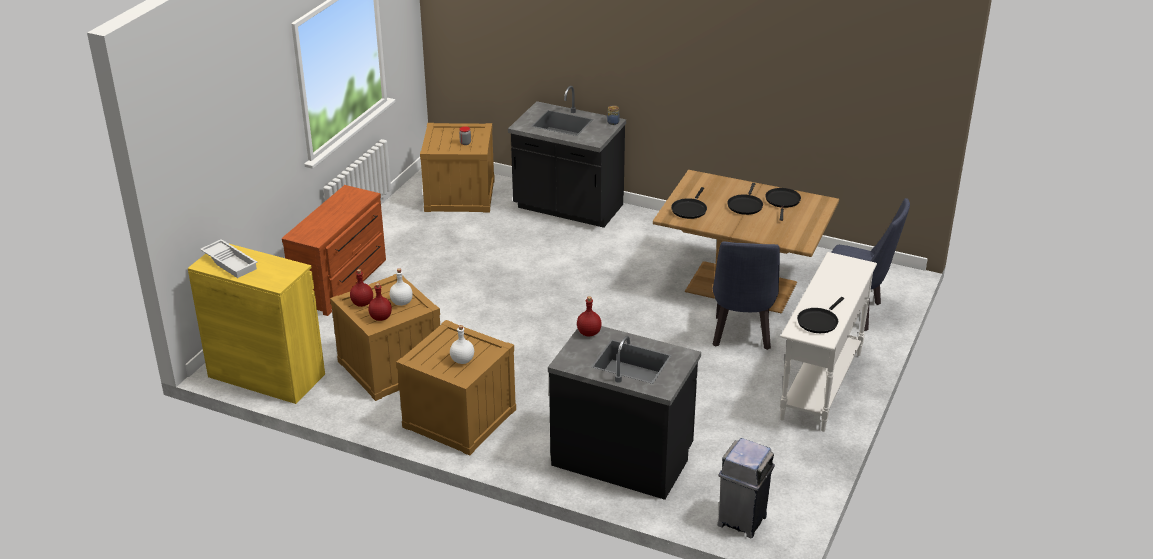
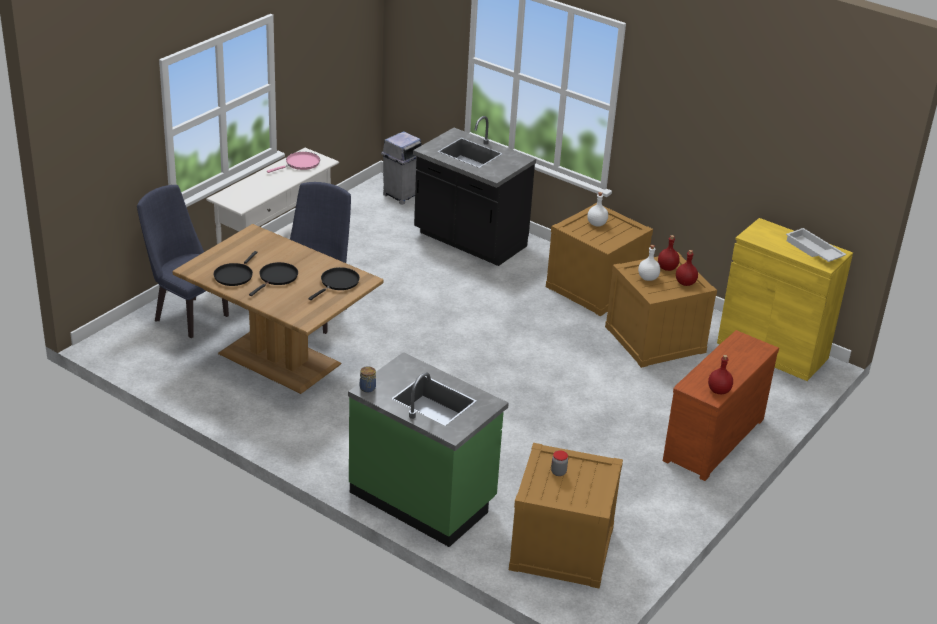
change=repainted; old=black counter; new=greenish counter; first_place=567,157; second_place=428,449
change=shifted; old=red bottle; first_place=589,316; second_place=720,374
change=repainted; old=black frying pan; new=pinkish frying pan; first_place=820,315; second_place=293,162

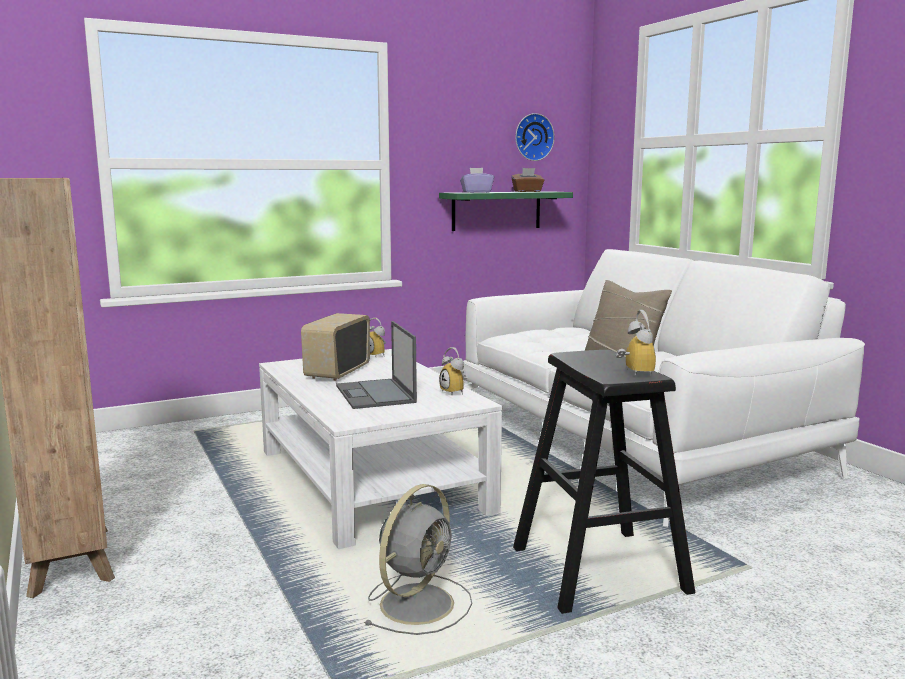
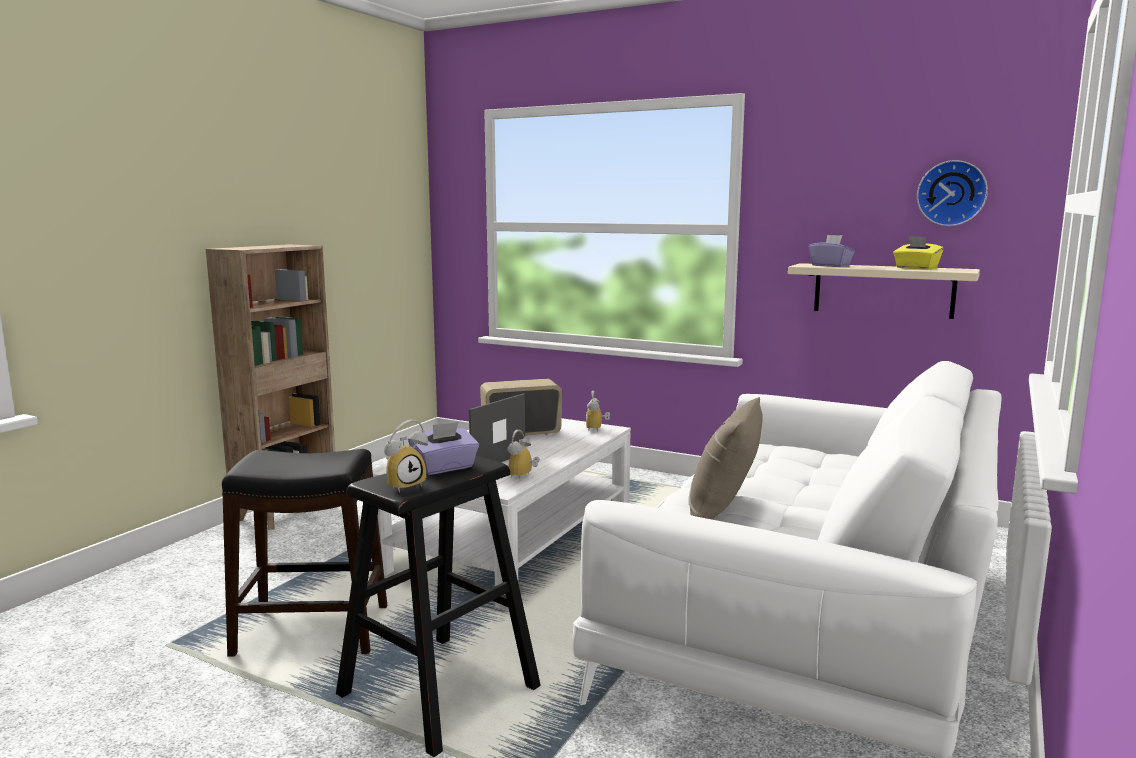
change=swapped; old=greyish fan; new=black stool seat; first_place=418,559; second_place=304,553
change=repainted; old=greenish shelf; new=sand-coloured shelf; first_place=506,211; second_place=884,291
change=repainted; old=brown-coloured tissue holder; new=yellow-coloured tissue holder; first_place=527,180; second_place=918,253
change=new; new=purple tissue holder; second_place=443,448

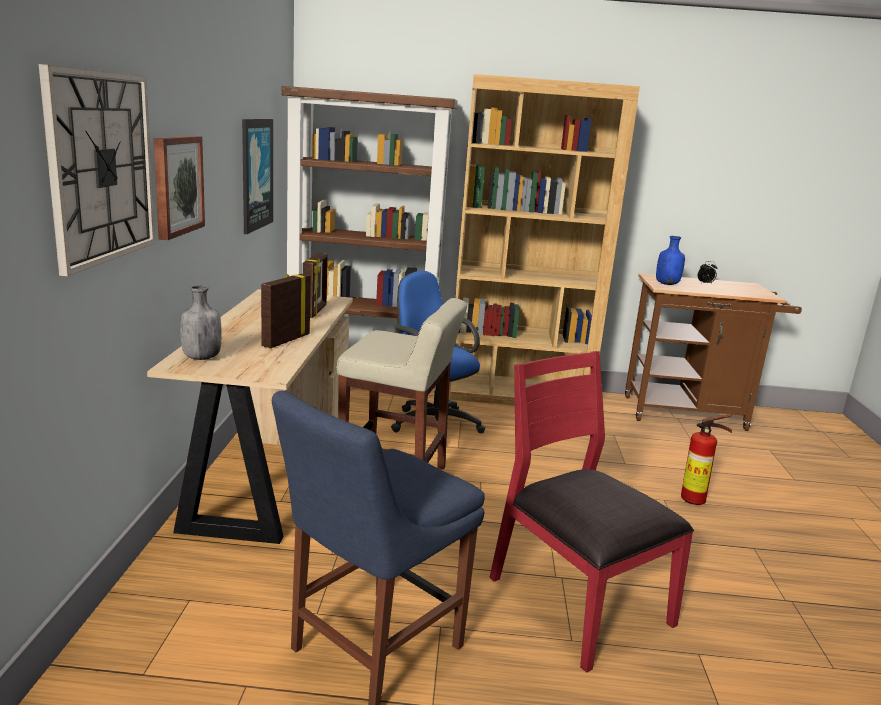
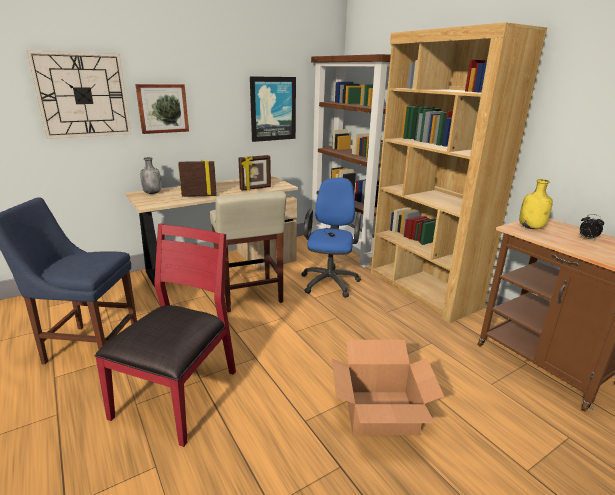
change=repainted; old=bluish bottle; new=yellow-coloured bottle; first_place=670,260; second_place=536,204
change=swapped; old=fire-fighting cylinder; new=carton; first_place=706,459; second_place=388,387

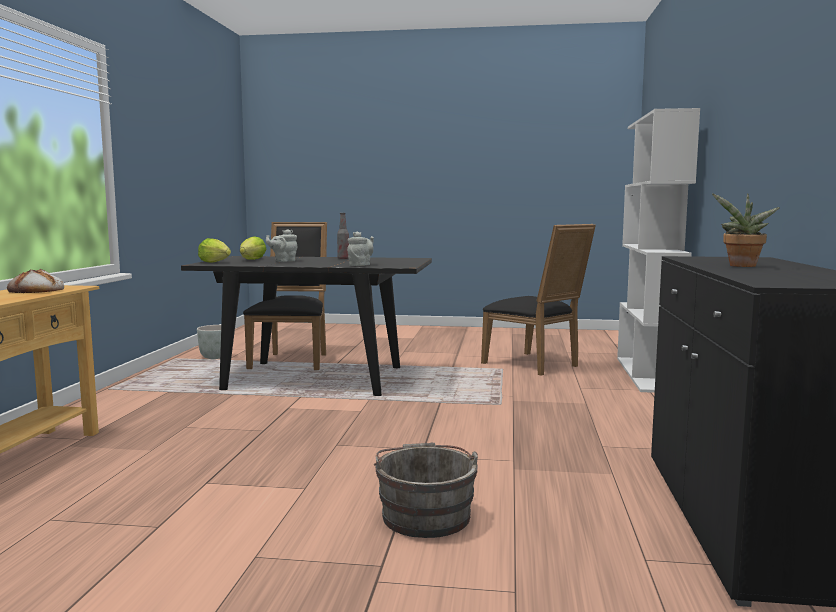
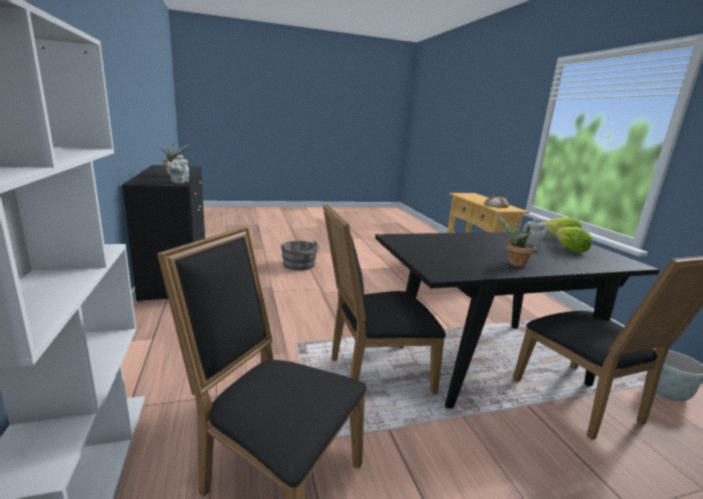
change=swapped; old=bottle; new=houseplant; first_place=343,236; second_place=515,240
change=shifted; old=greyish pot for tea; first_place=360,248; second_place=178,169
change=new; new=black plain chair; second_place=384,299

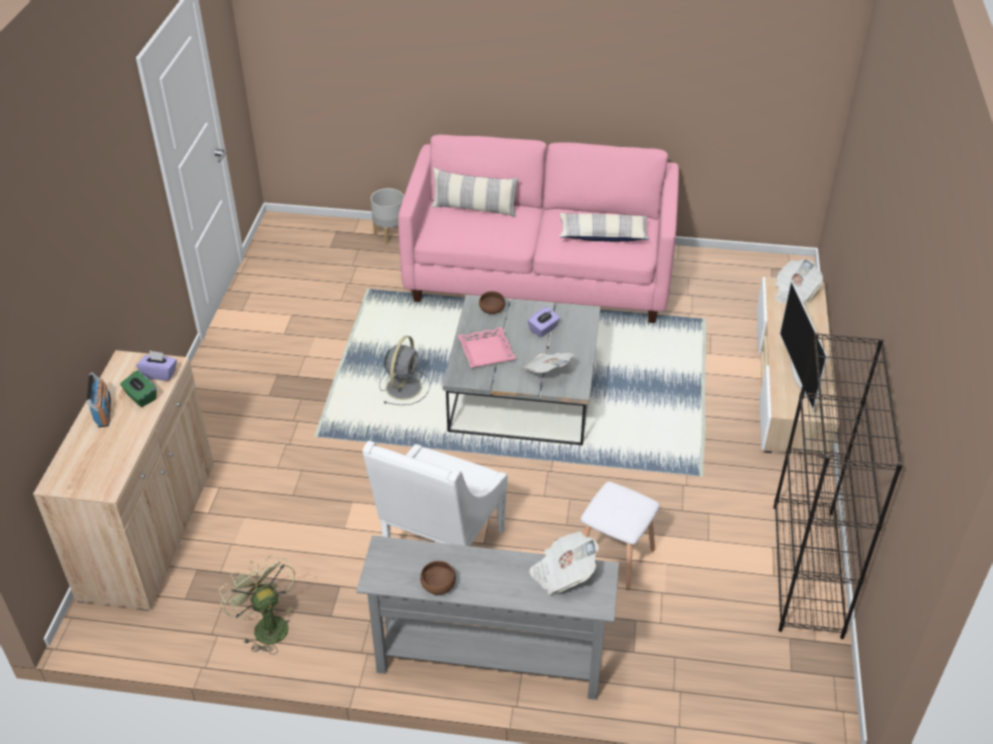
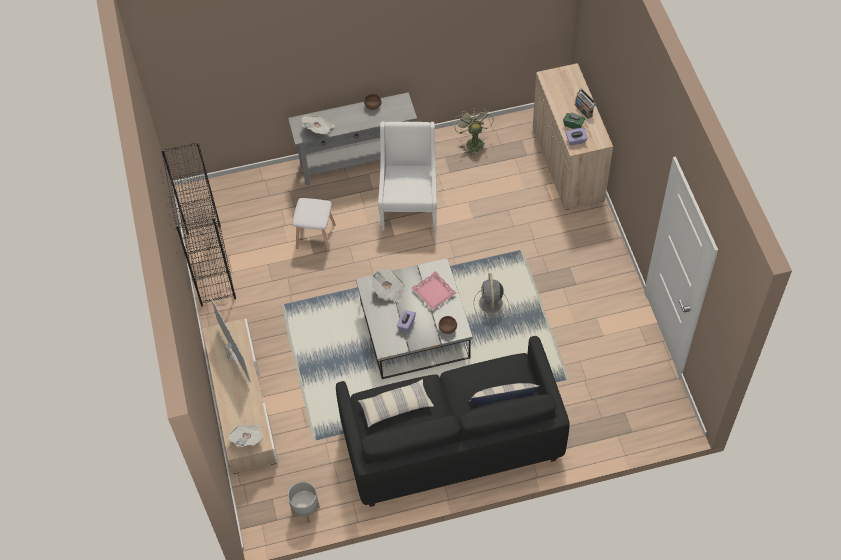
change=rotated; old=greenish fan; first_place=257,605; second_place=474,132; degrees=-135
change=shifted; old=greyish plant pot; first_place=387,216; second_place=304,502
change=repainted; old=pinkish sofa; new=black sofa; first_place=538,229; second_place=453,421

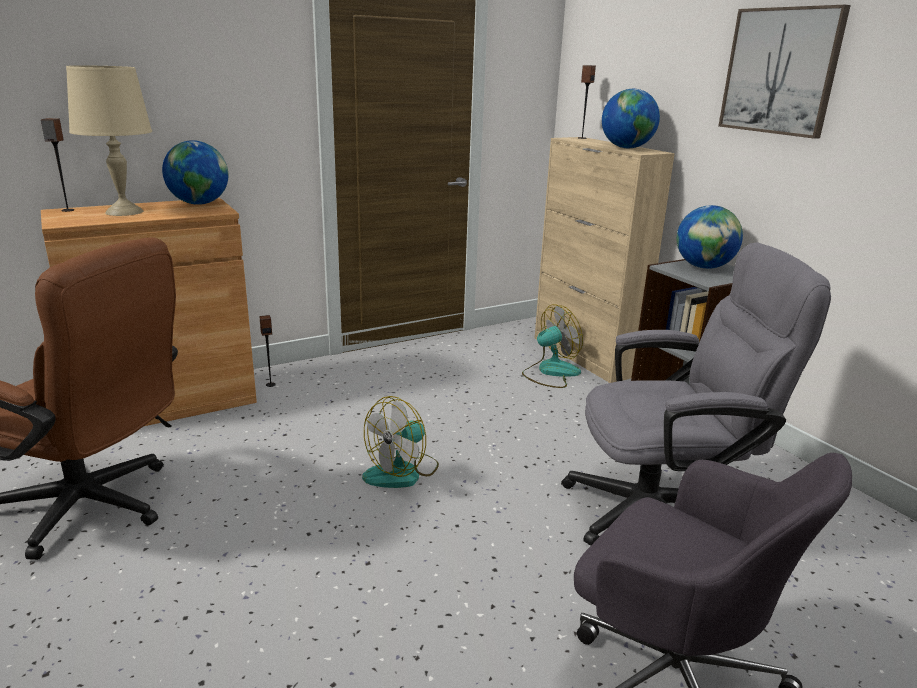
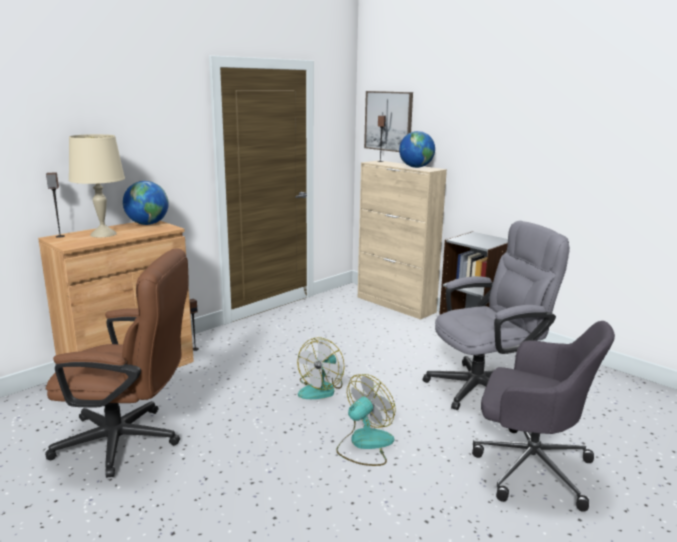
change=shifted; old=fan; first_place=552,346; second_place=366,420
change=gone; old=world globe; first_place=710,237
change=shifted; old=wall picture; first_place=784,72; second_place=388,121

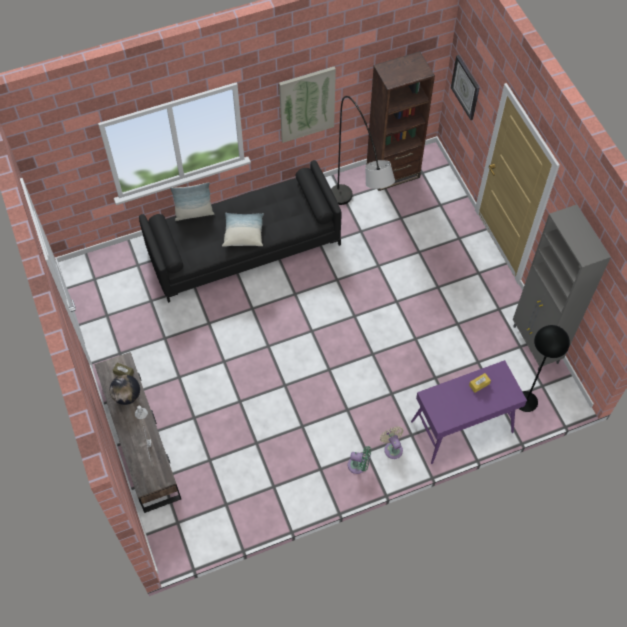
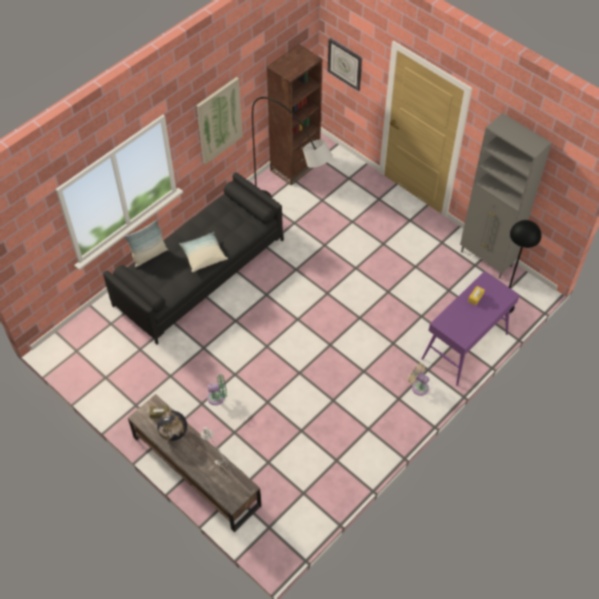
change=shifted; old=greenish fan; first_place=359,460; second_place=217,390

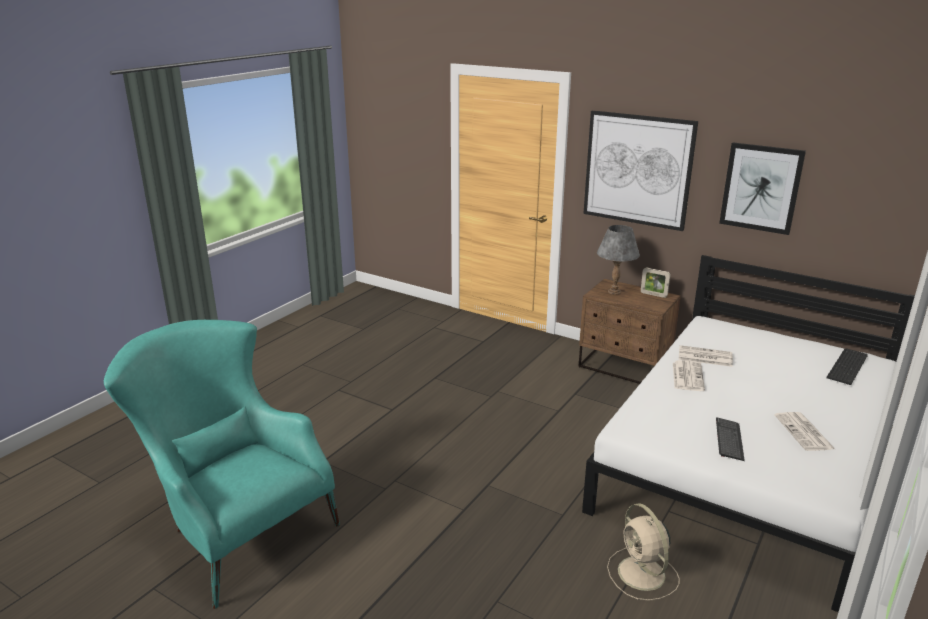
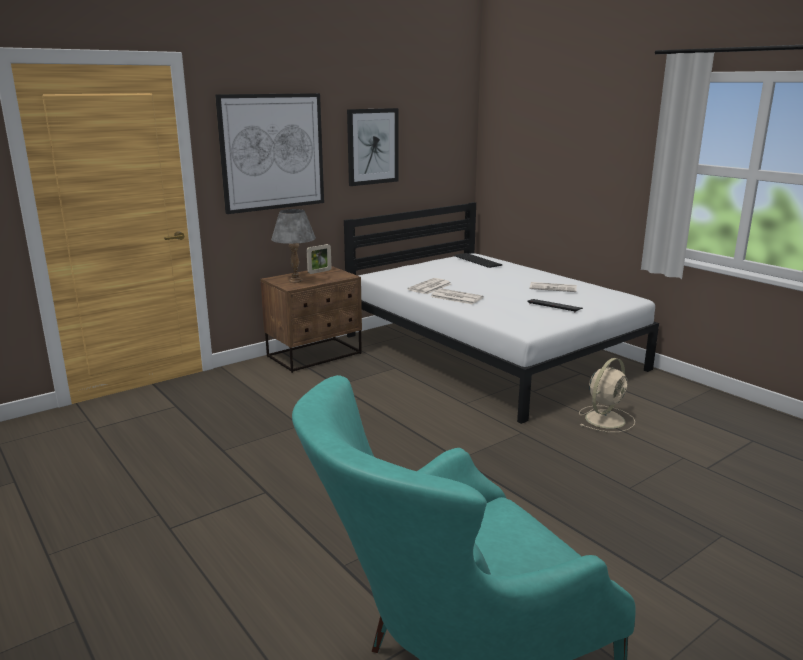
change=rotated; old=sand-coloured fan; first_place=643,552; second_place=607,395; degrees=-45

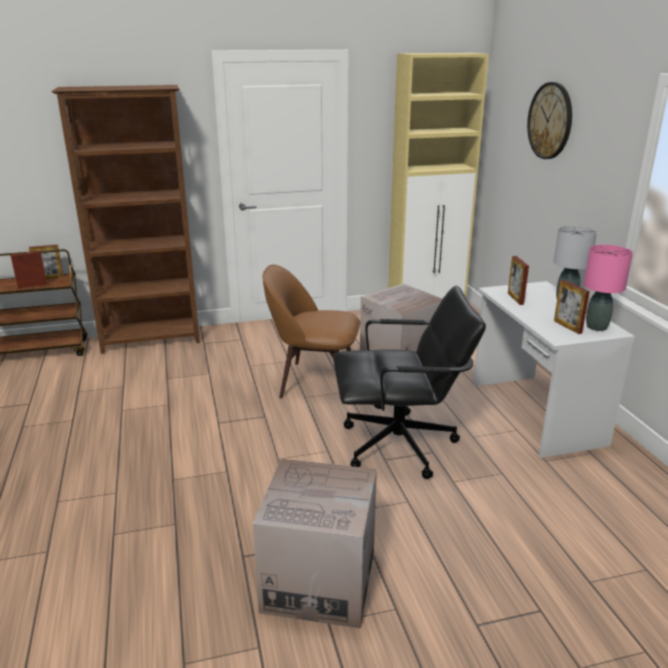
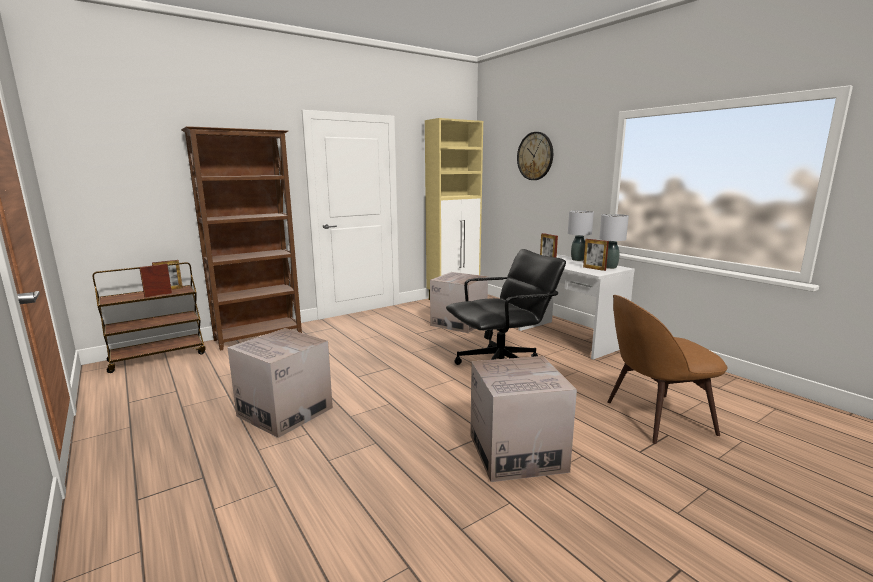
change=shifted; old=brown-coloured plain chair; first_place=311,334; second_place=667,369
change=repainted; old=pinkish lamp for a table; new=greyish lamp for a table; first_place=608,288; second_place=614,241
change=new; new=carton; second_place=280,383

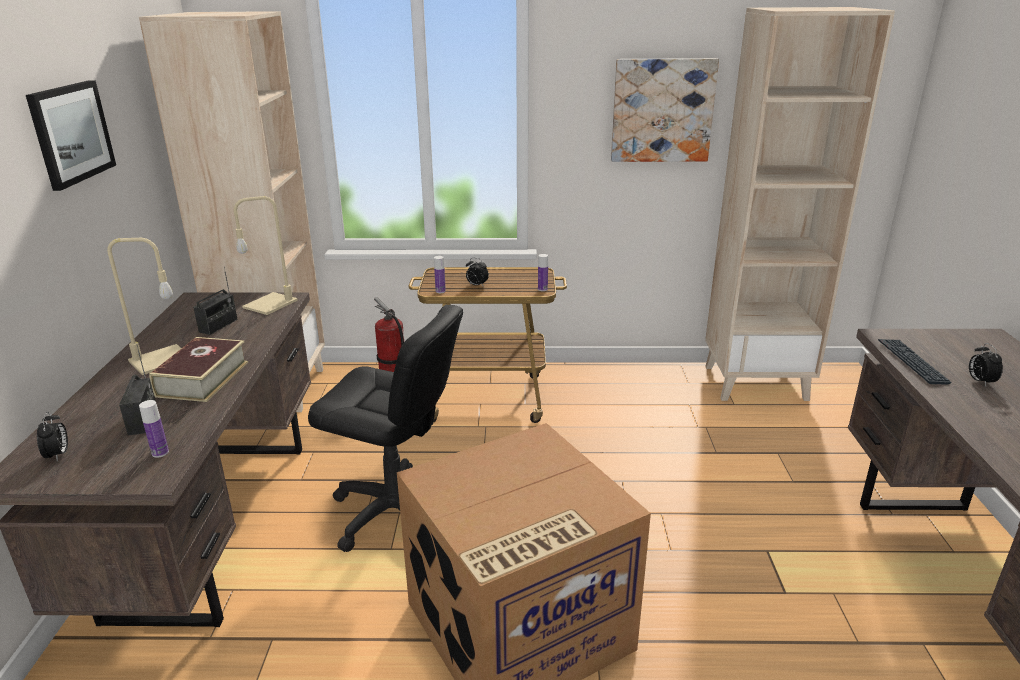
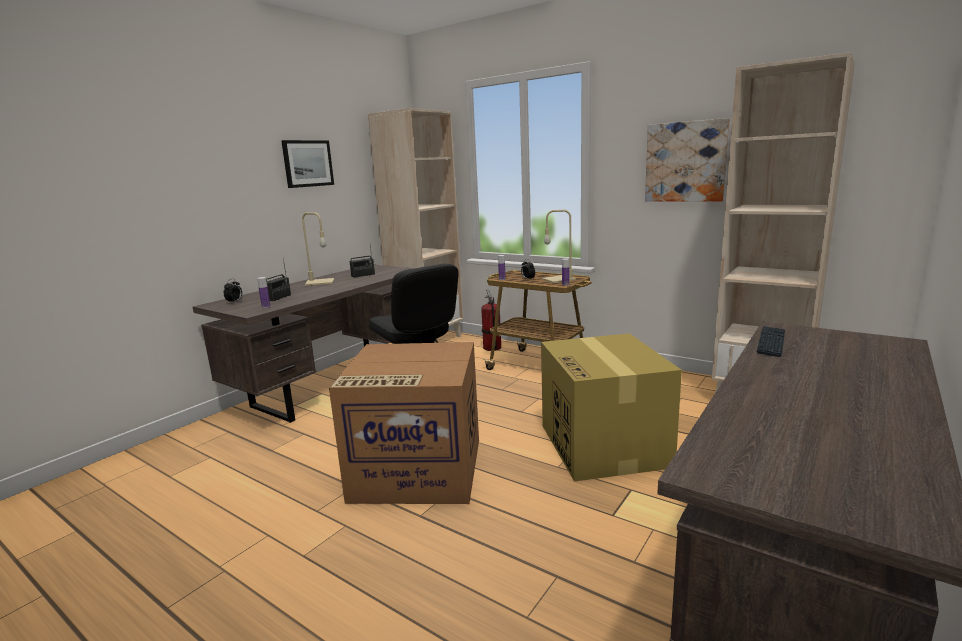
change=gone; old=book; first_place=198,369
change=shifted; old=sand-coloured lamp for a table; first_place=266,255; second_place=559,246
change=gone; old=alarm clock; first_place=986,364
change=new; new=carton; second_place=611,407

